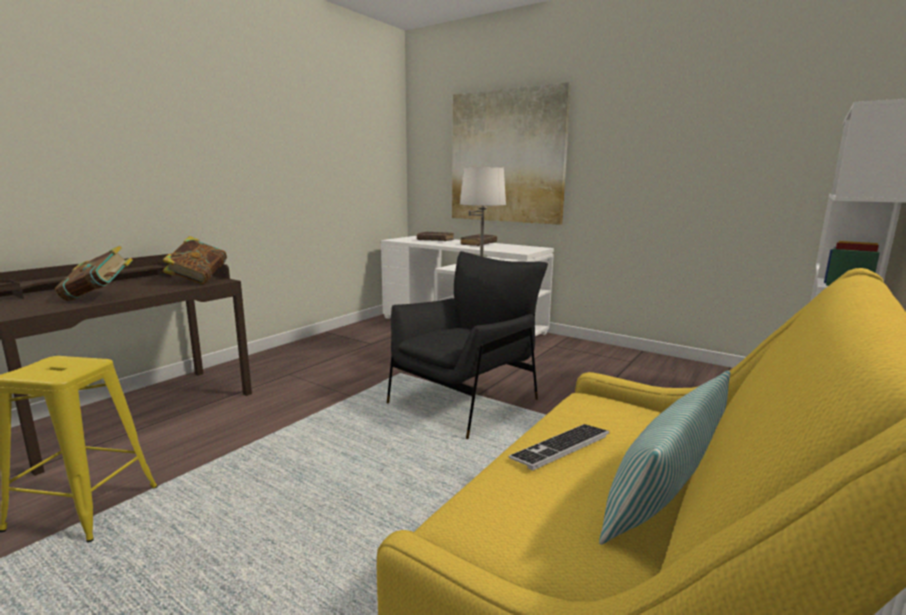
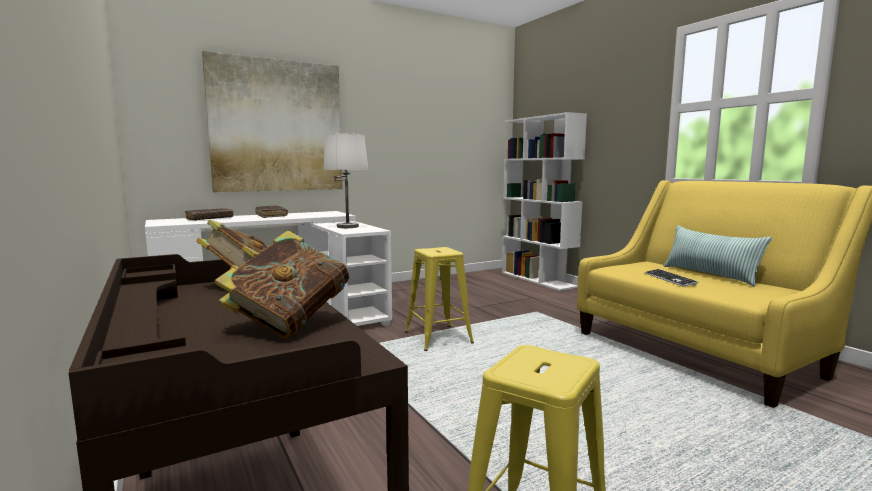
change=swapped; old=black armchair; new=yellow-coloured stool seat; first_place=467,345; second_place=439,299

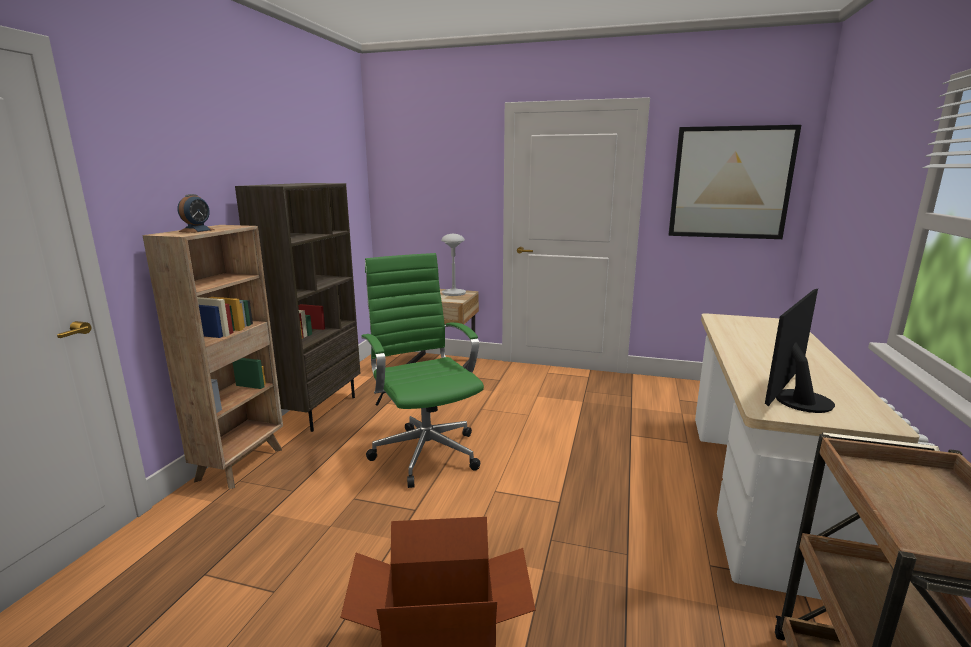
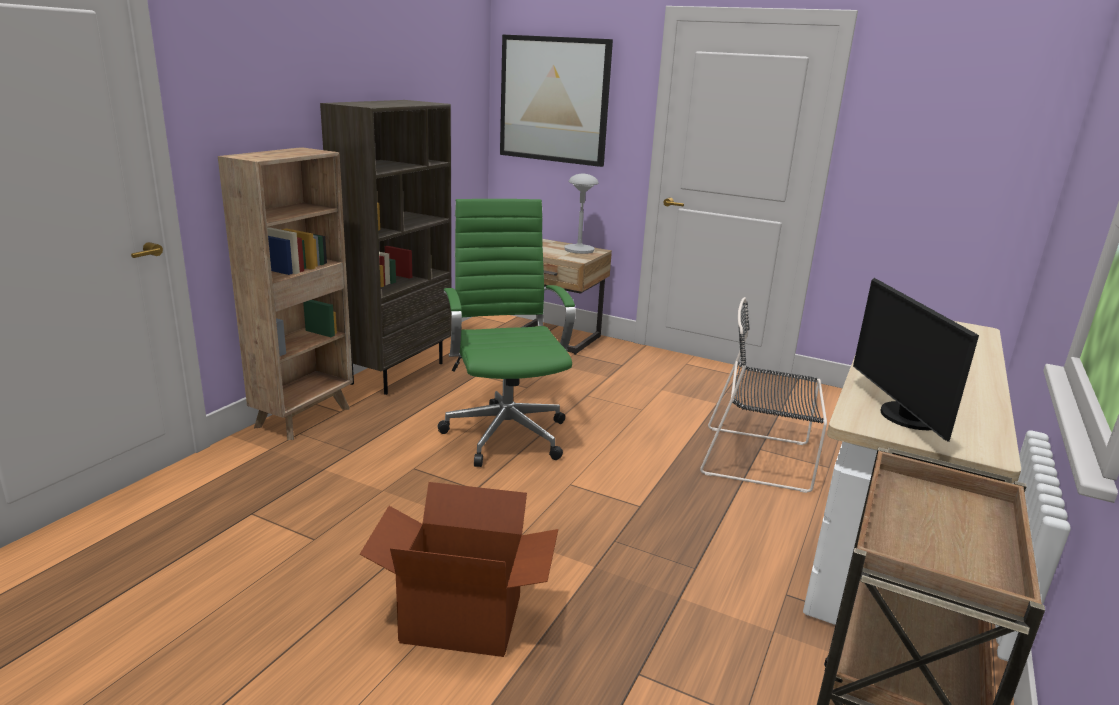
change=gone; old=alarm clock; first_place=195,213
change=shifted; old=wall picture; first_place=734,182; second_place=556,101
change=rotated; old=computer screen; first_place=800,351; second_place=916,360; degrees=-60
change=new; new=black plain chair; second_place=763,395

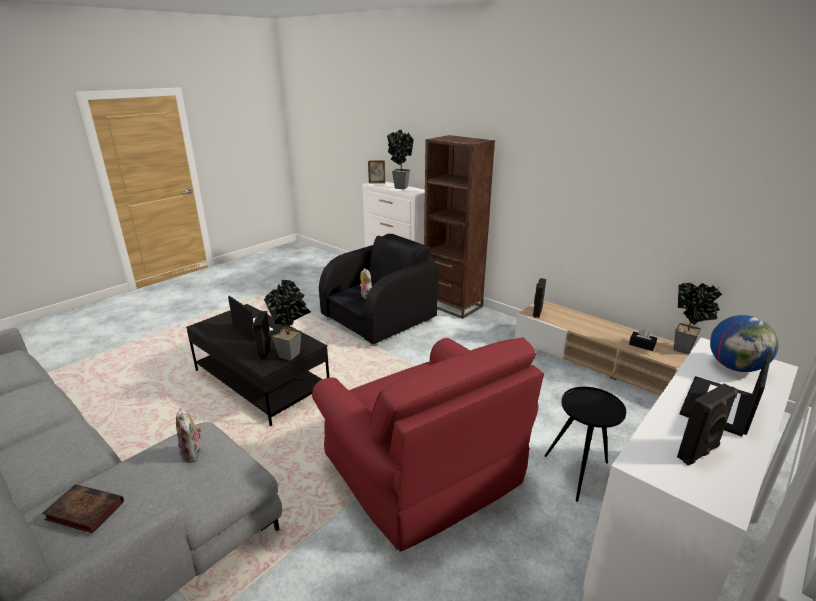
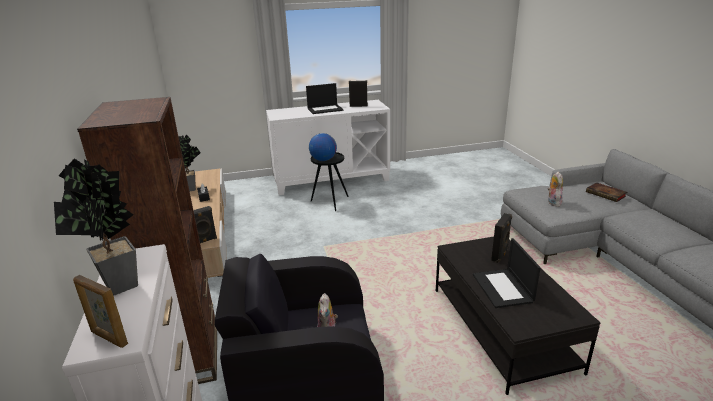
change=gone; old=houseplant; first_place=287,320
change=gone; old=red armchair; first_place=428,445
change=shifted; old=world globe; first_place=744,343; second_place=323,147

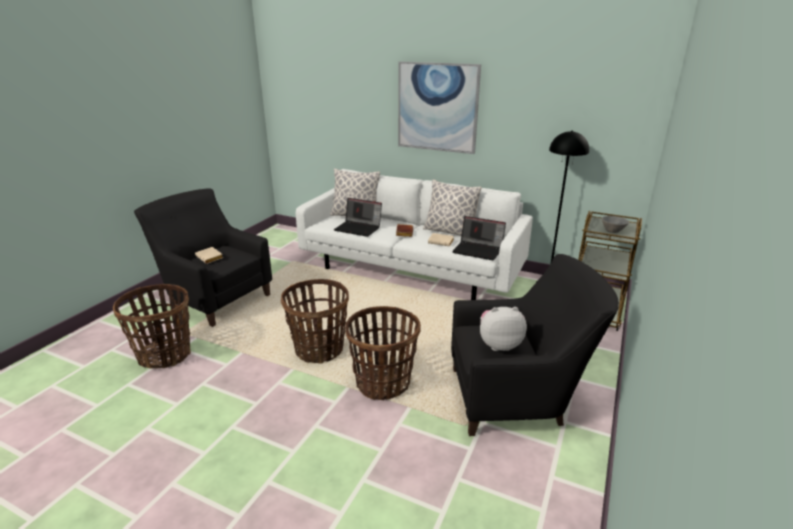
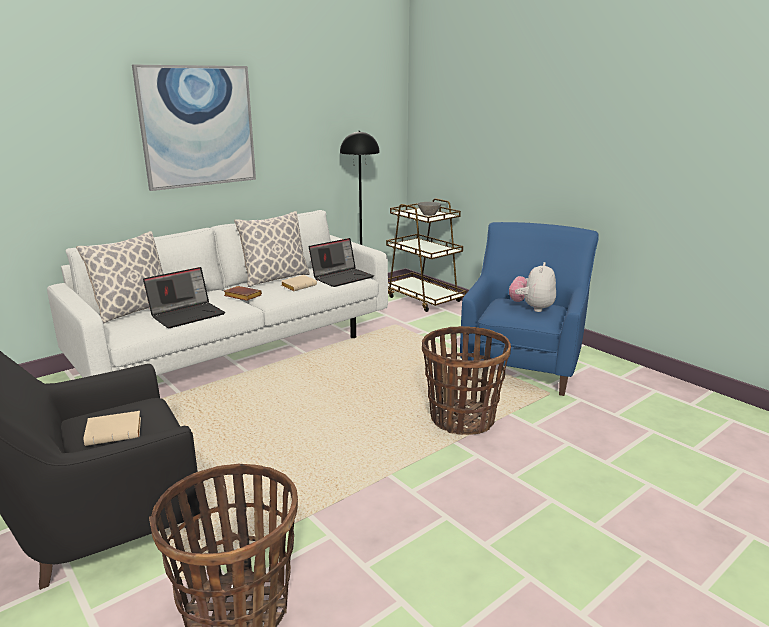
change=gone; old=basket; first_place=315,321
change=repainted; old=black armchair; new=bluish armchair; first_place=535,345; second_place=529,309

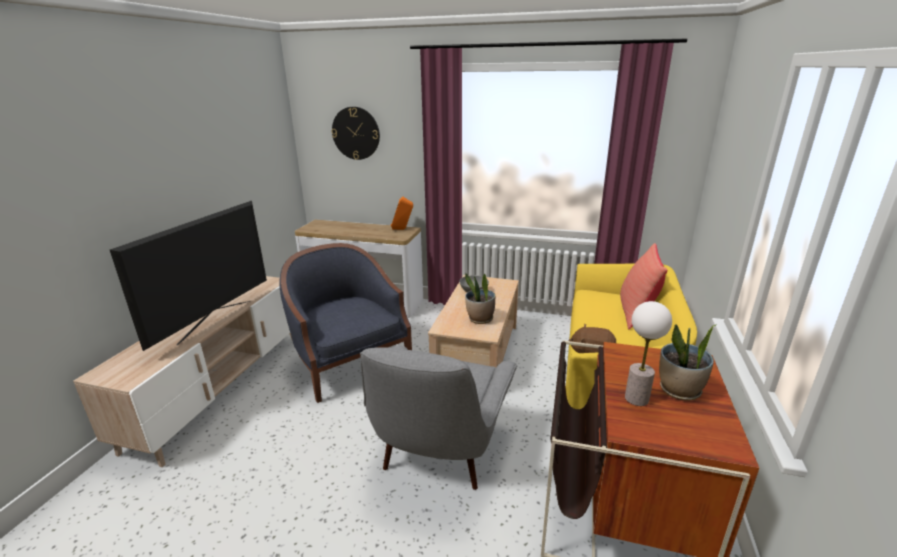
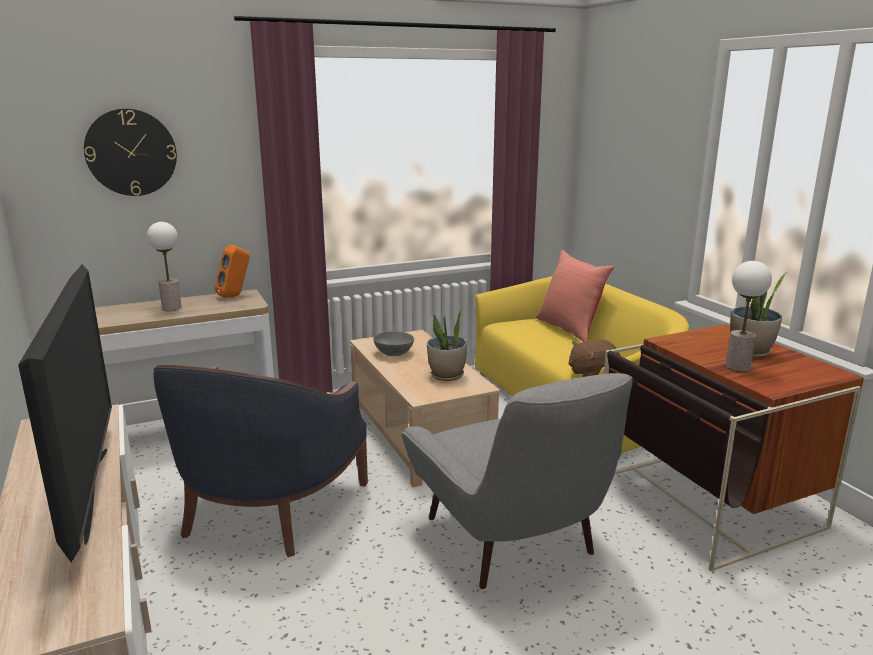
change=rotated; old=bluish armchair; first_place=345,323; second_place=261,461; degrees=-90
change=new; new=lamp for a table; second_place=164,266

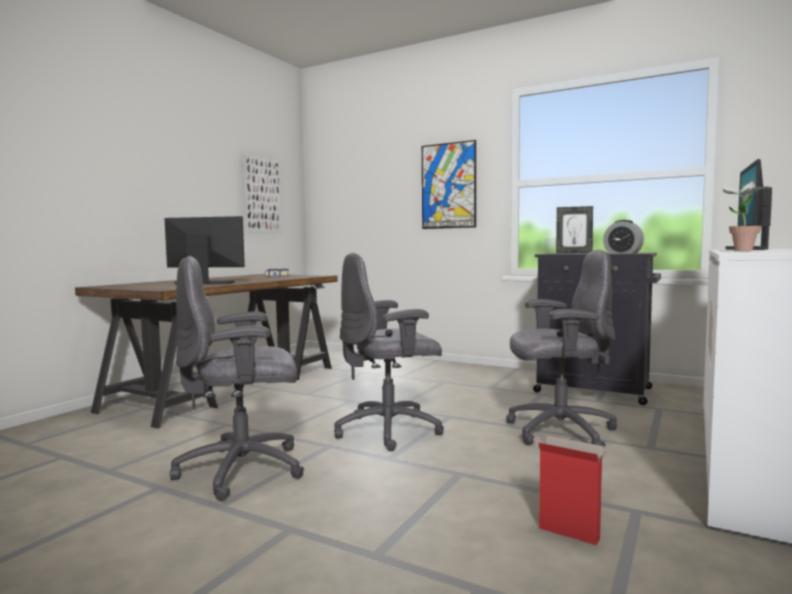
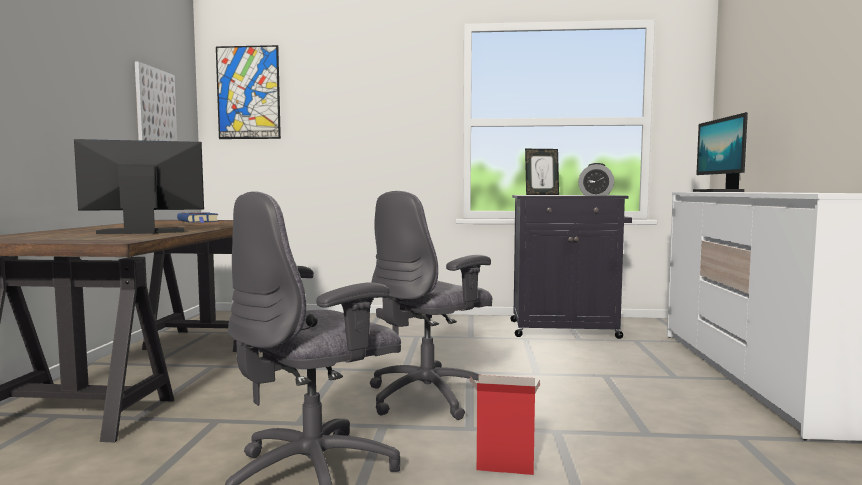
change=shifted; old=wall picture; first_place=449,184; second_place=248,92
change=gone; old=greyish office chair; first_place=561,349
change=shifted; old=carton; first_place=570,490; second_place=505,425
change=gone; old=houseplant; first_place=746,215

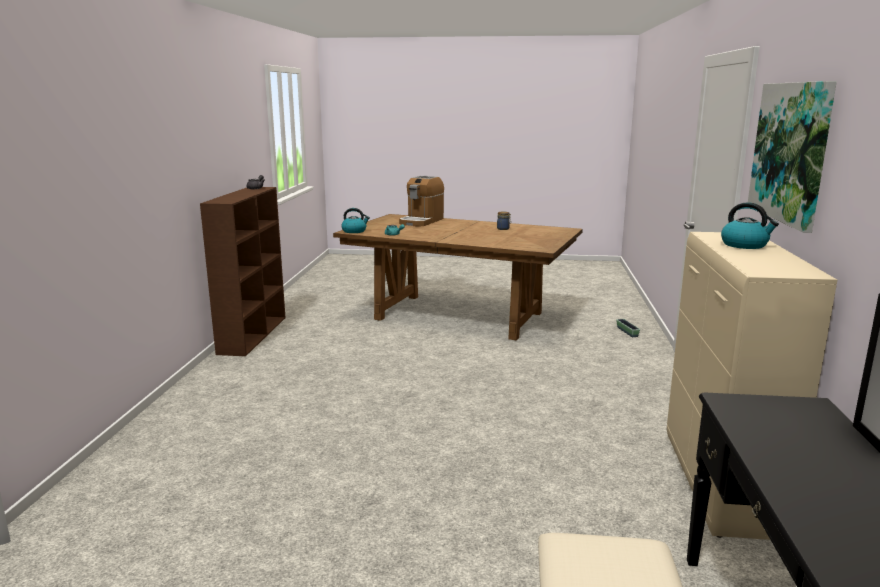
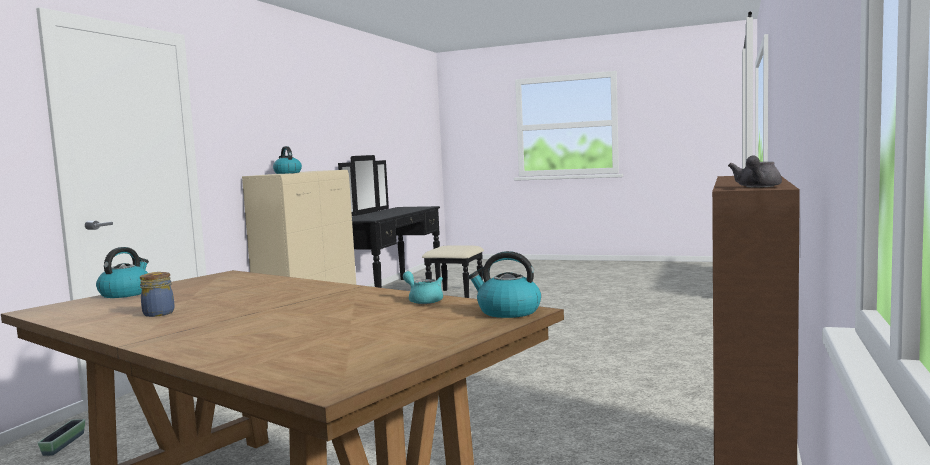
change=gone; old=coffee maker; first_place=421,201
change=gone; old=wall picture; first_place=792,157
change=new; new=water kettle; second_place=122,272

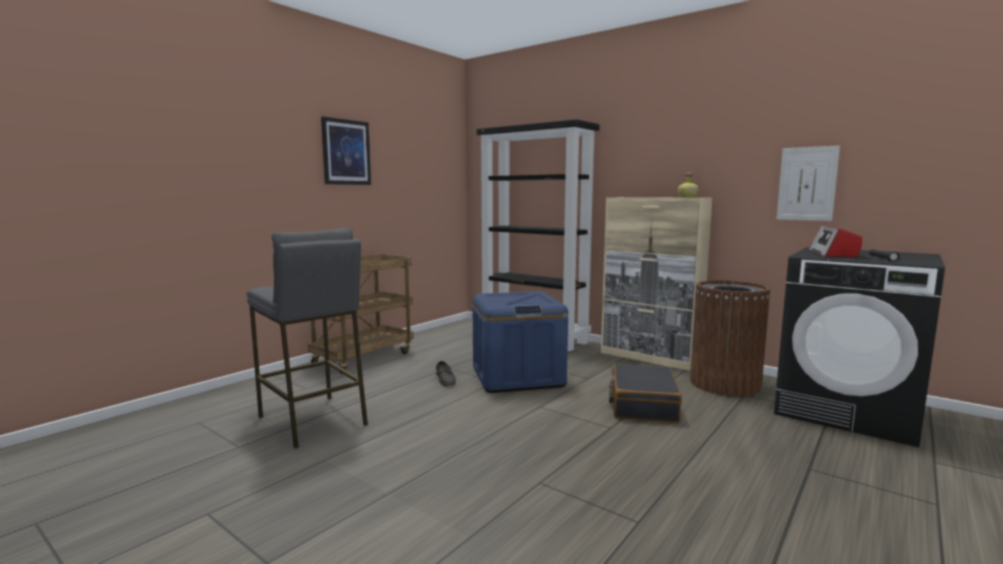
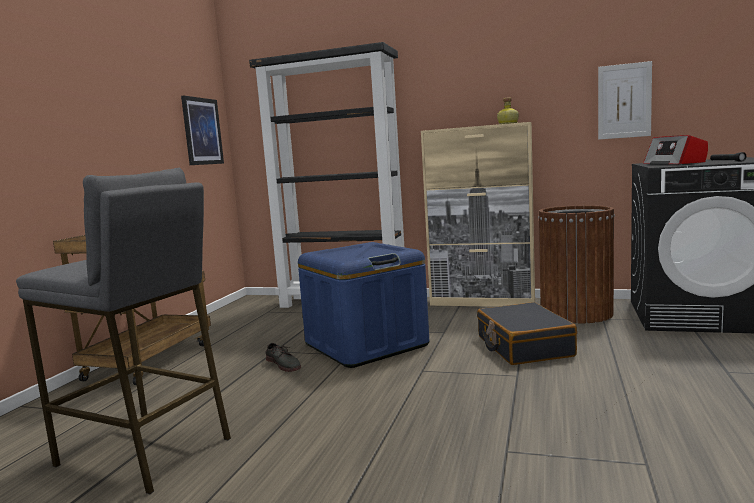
change=shifted; old=wall picture; first_place=346,151; second_place=202,130

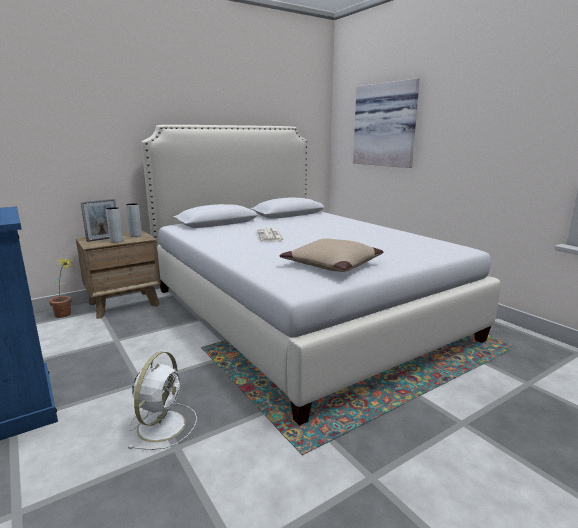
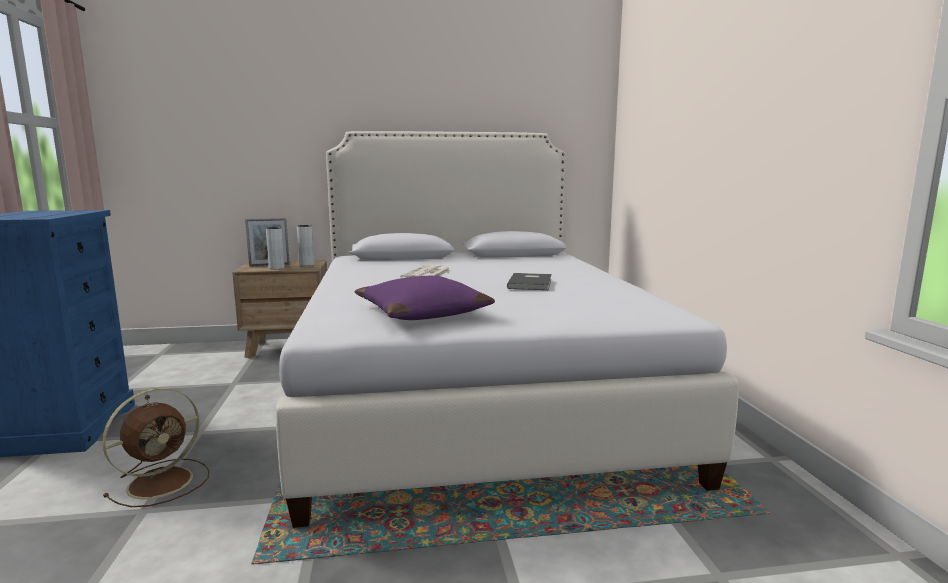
change=gone; old=houseplant; first_place=62,287
change=repainted; old=whitish fan; new=brown-coloured fan; first_place=162,400; second_place=155,447
change=repainted; old=sand-coloured cushion; new=purple cushion; first_place=332,255; second_place=425,298
change=gone; old=wall picture; first_place=386,123
change=new; new=greyish book; second_place=529,281

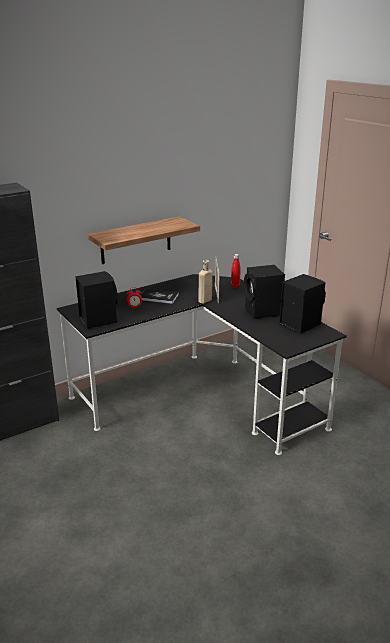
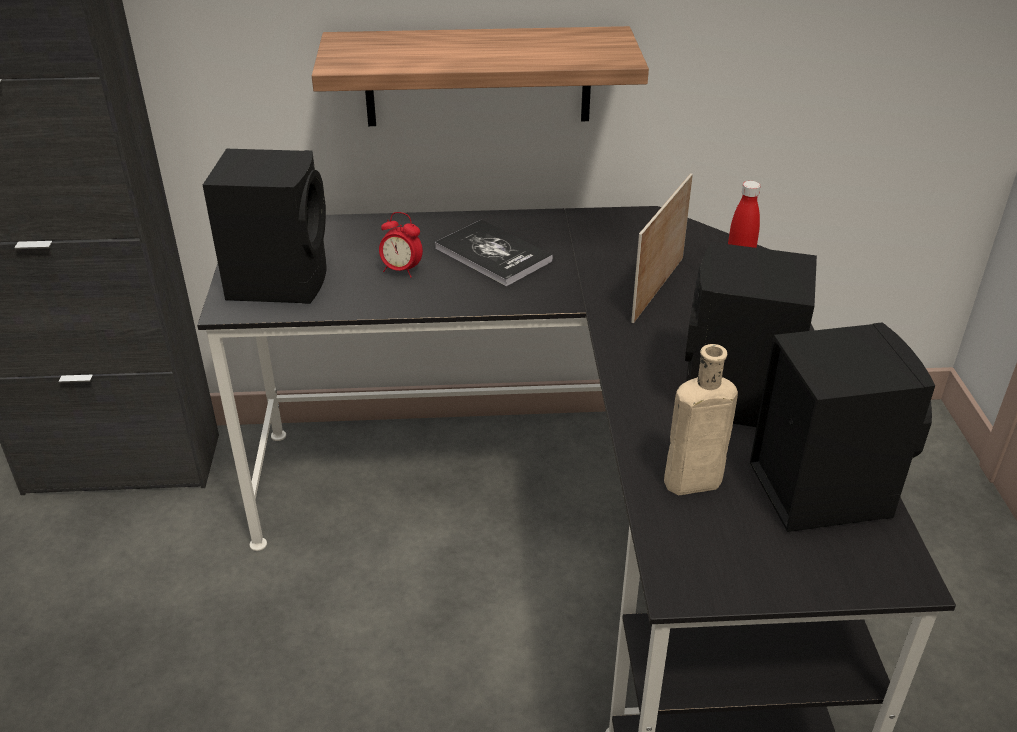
change=shifted; old=sand-coloured bottle; first_place=205,281; second_place=701,419

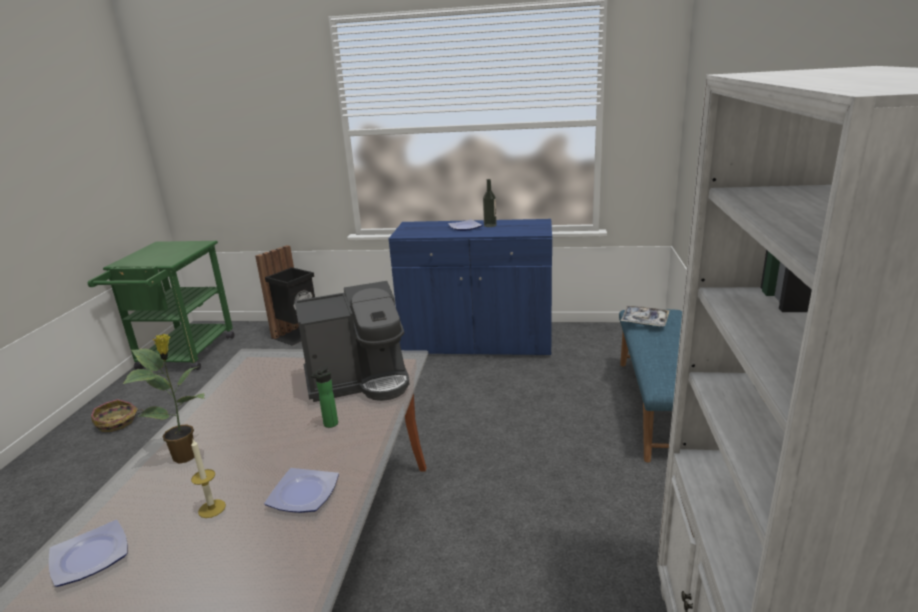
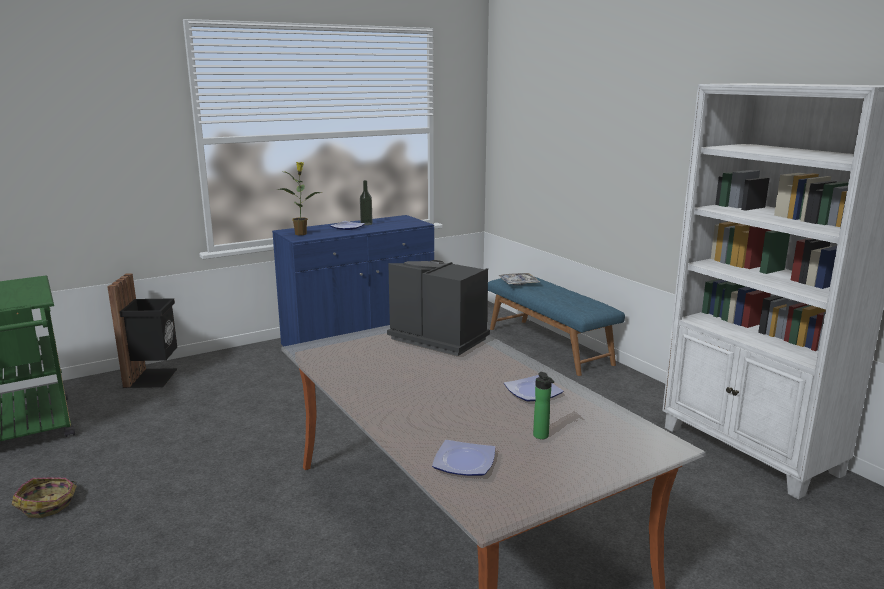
change=shifted; old=houseplant; first_place=164,399; second_place=299,198
change=gone; old=wax light; first_place=208,478
change=rotated; old=coffee maker; first_place=352,341; second_place=438,308; degrees=-90
change=shifted; old=bottle; first_place=324,397; second_place=543,405

